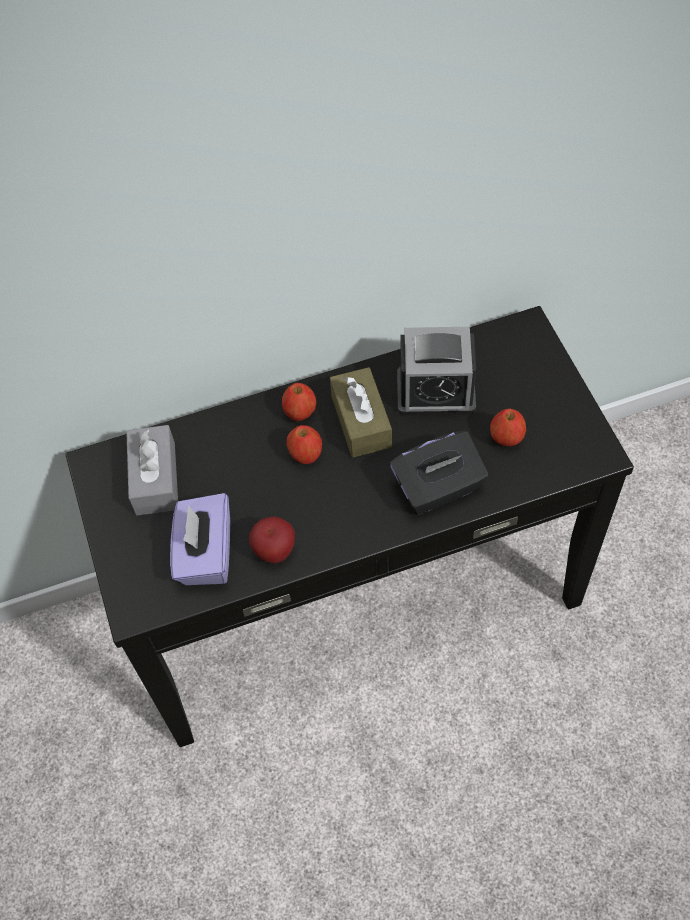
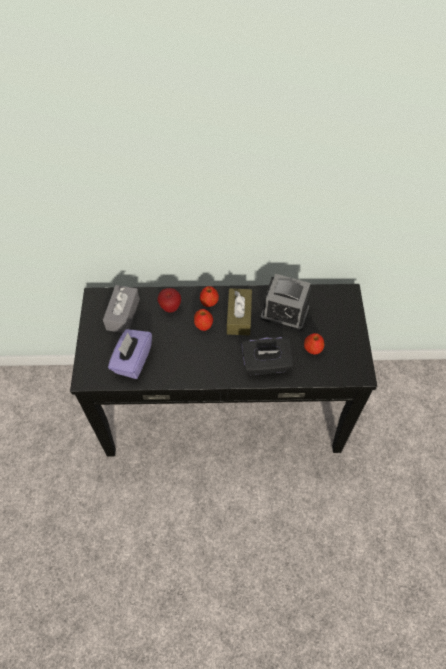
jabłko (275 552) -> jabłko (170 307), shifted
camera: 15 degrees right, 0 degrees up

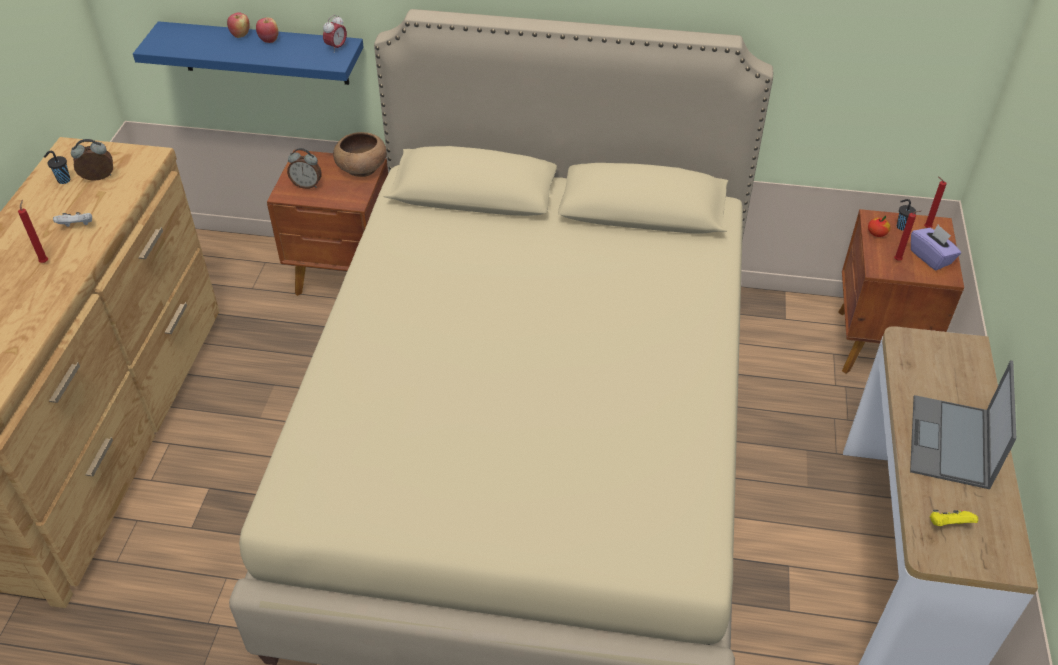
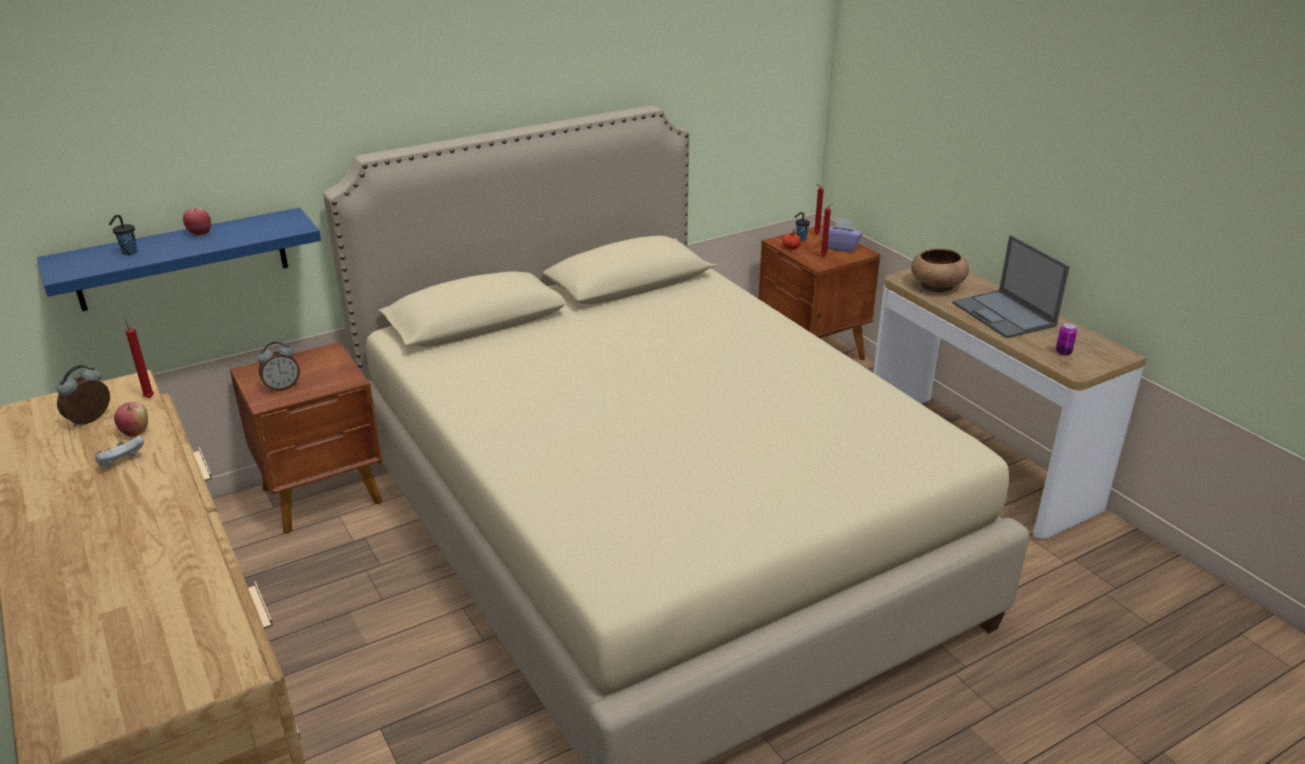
filiżanka/czarny (63 180) -> filiżanka/czarny (129 253), shifted
jabłko (240 35) -> jabłko (135 432), shifted
świeca/czerwony (45 261) -> świeca/czerwony (149 397), shifted
miska/brązowy (361 168) -> miska/brązowy (936 286), shifted
pad do gier/żółty (948 525) -> puszka (1063 352)
budzik (336 48) -> none
camera: 40 degrees left, 15 degrees down

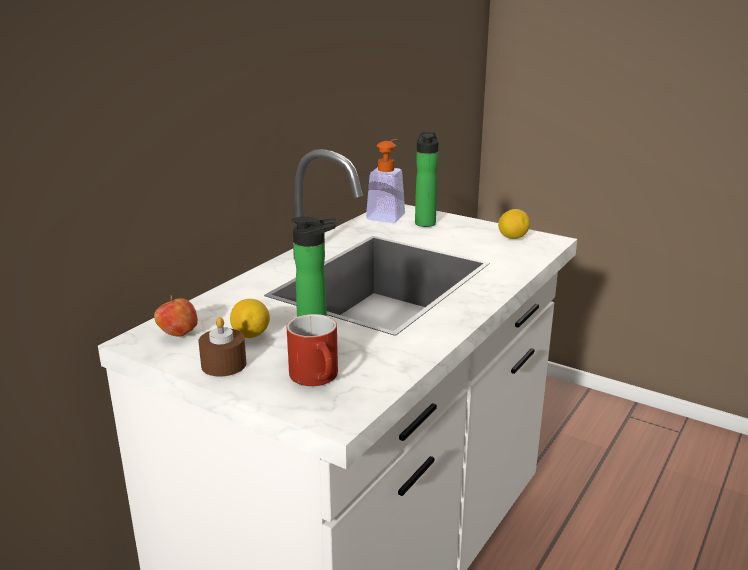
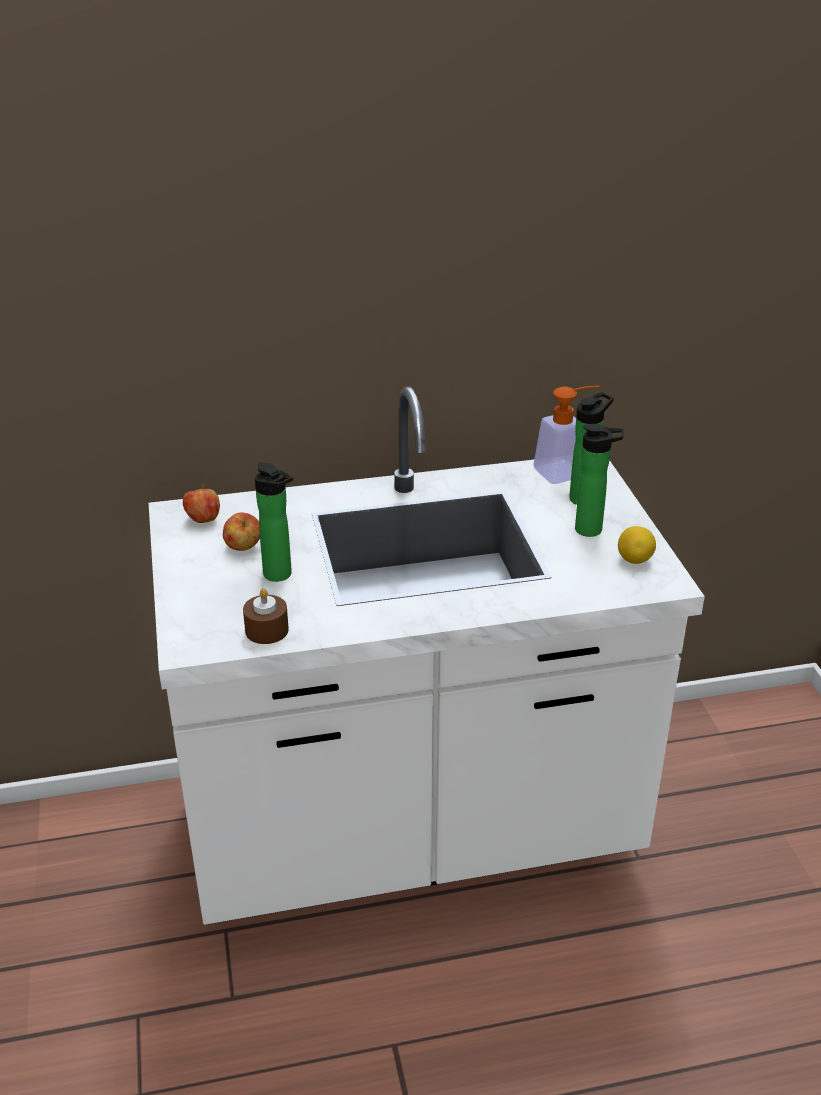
cytryna (251 335) -> jabłko (243 547)
świeca/brązowy (224 364) -> świeca/brązowy (266 630), shifted
none -> butelka (593 530)
kubek/czerwony (319 378) -> none
camera: 45 degrees right, 10 degrees up

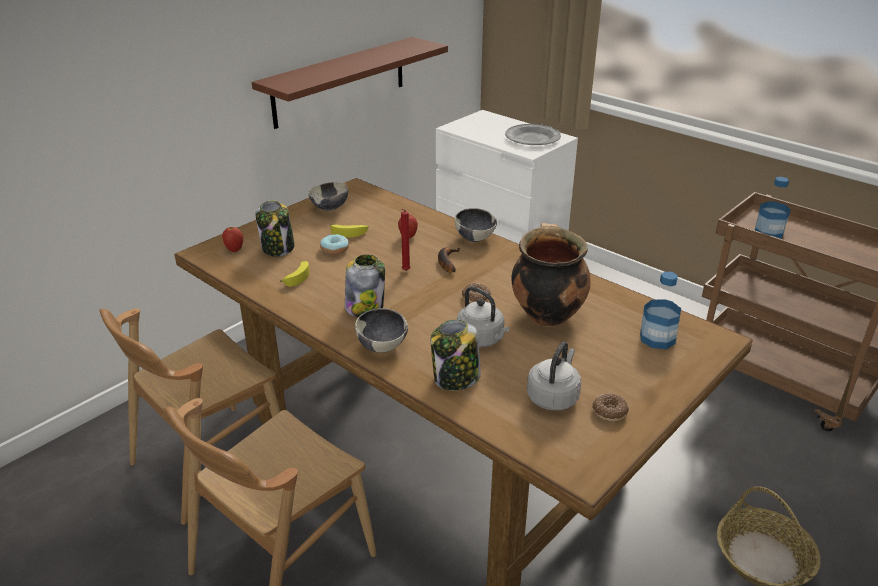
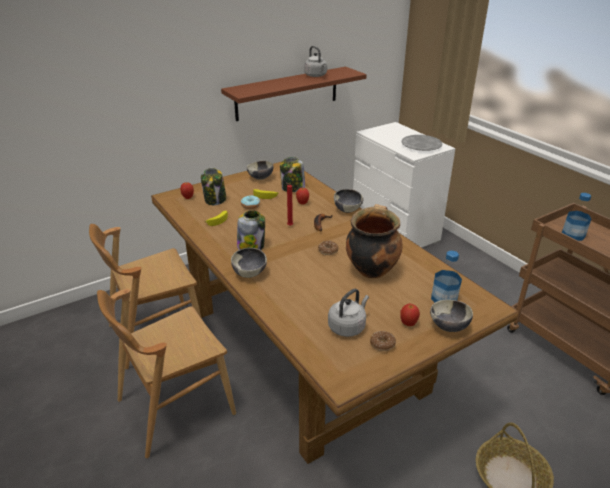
słoik (455 378) -> słoik (292 188), shifted
czajnik/szary (482 339) -> czajnik/szary (316 76), shifted
none -> jabłko (408 324)
none -> miska (448 327)
camera: 15 degrees right, 0 degrees up

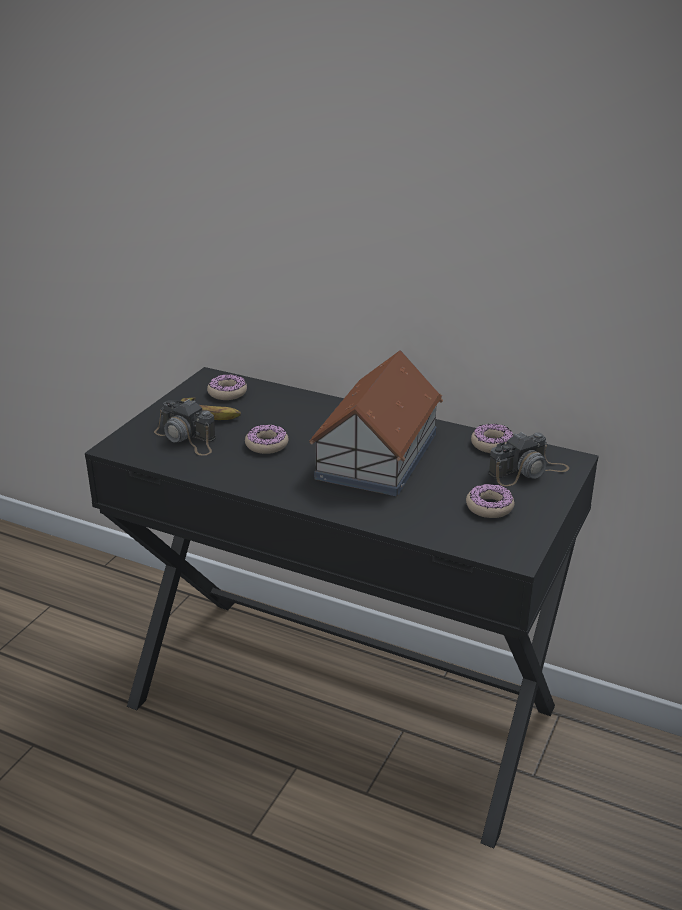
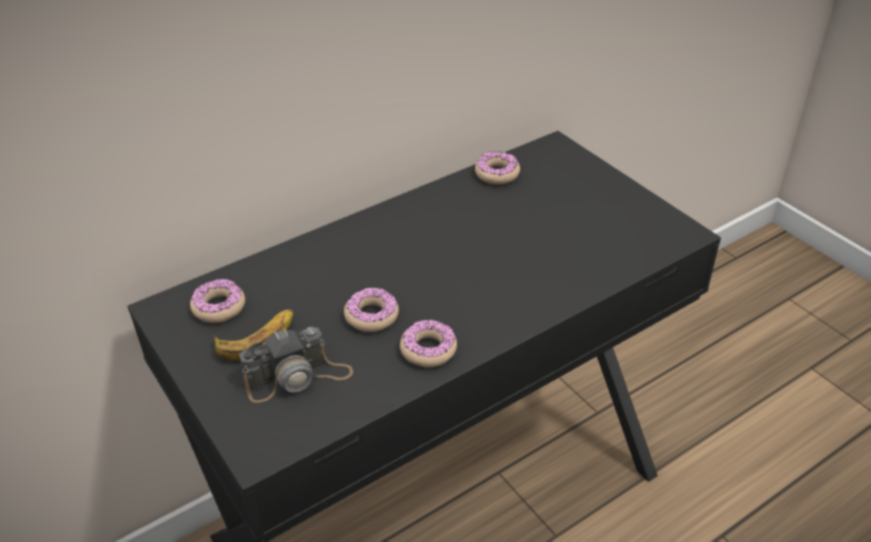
donut (489 507) -> donut (428 349), shifted
domek (376 456) -> none
aparat fotograficzny (528 471) -> none
camera: 60 degrees left, 10 degrees up

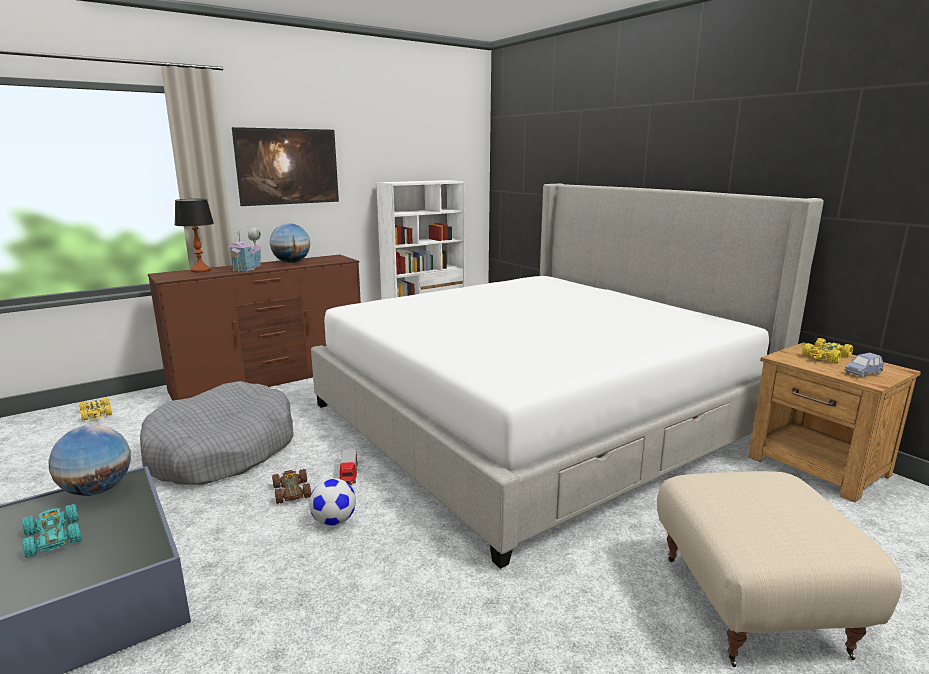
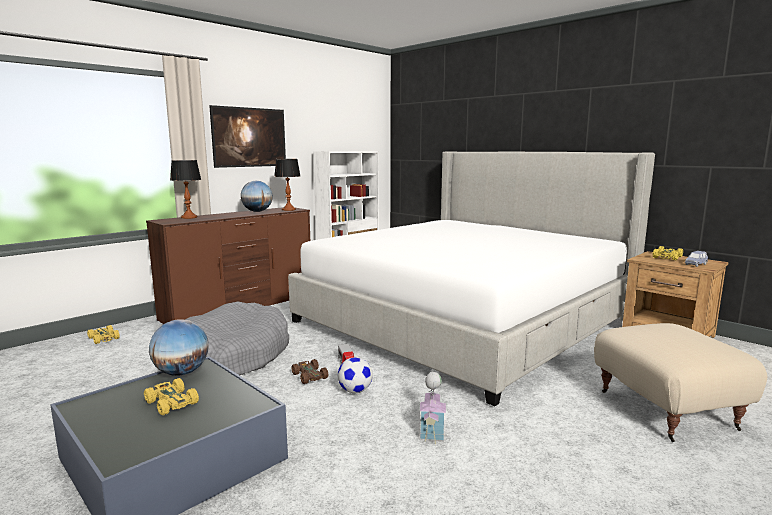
samochodzik/turkusowy (53 537) -> samochodzik/żółty (171 402)
none -> lampa stołowa (289 209)
domek (248 268) -> domek (432 429), shifted
camera: 10 degrees left, 5 degrees down

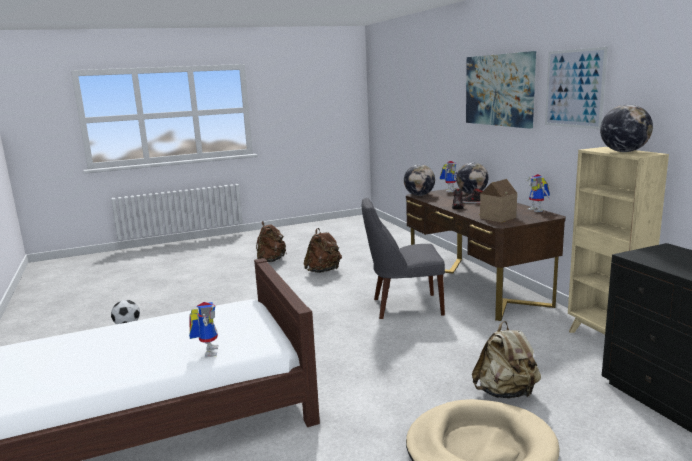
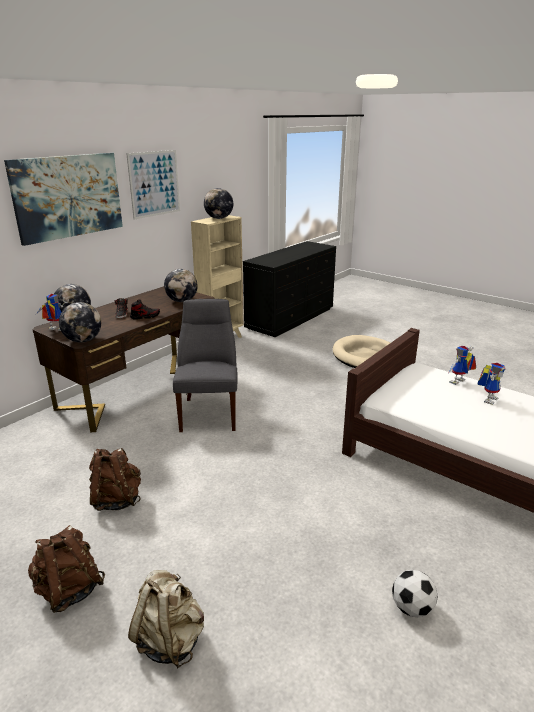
plecak/beżowy (505 393) -> plecak/beżowy (170 640), shifted
domek (496 217) -> globus (182 301)
krzesło/szary (403 306) -> krzesło/szary (209 412), 150 degrees counterclockwise
robot zabawkowy (538 210) -> robot zabawkowy (488 398), shifted
camera: 120 degrees left, 10 degrees up

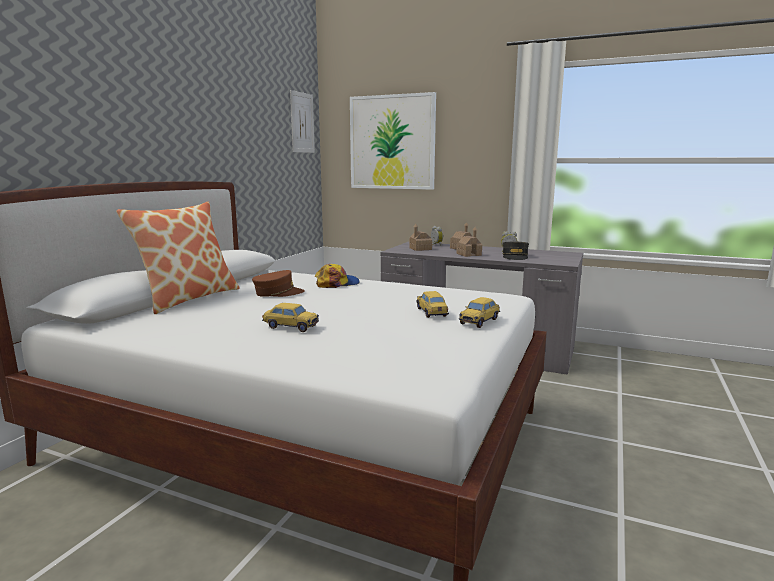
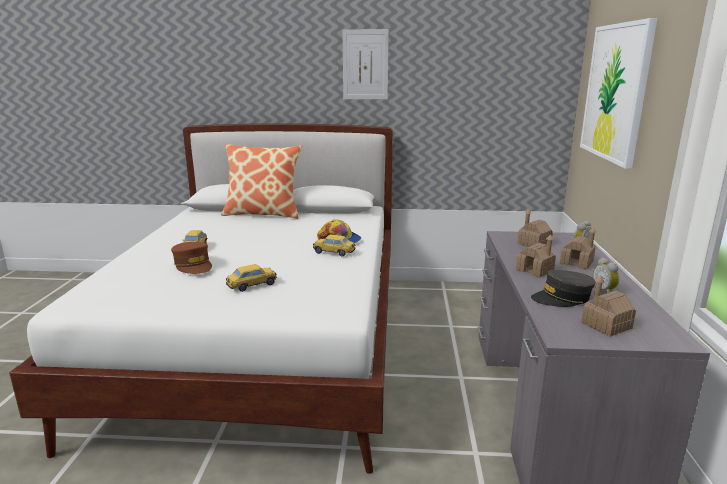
czapka z daszkiem/brązowy (278 293) -> czapka z daszkiem/brązowy (193 265), shifted
samochodzik (479 321) -> samochodzik (334 252), shifted
obraz (302 123) -> obraz (365 65), shifted
none -> domek (606 325)
camera: 70 degrees right, 5 degrees up

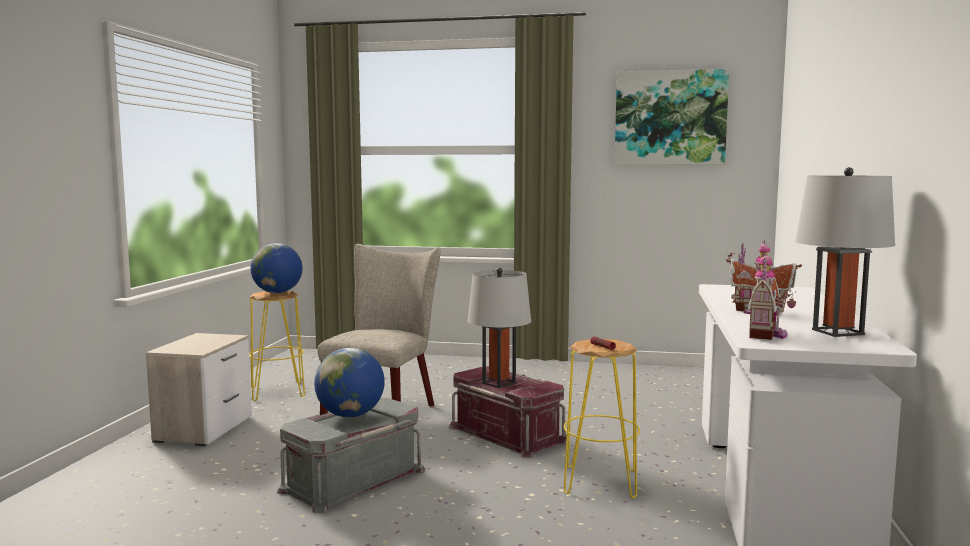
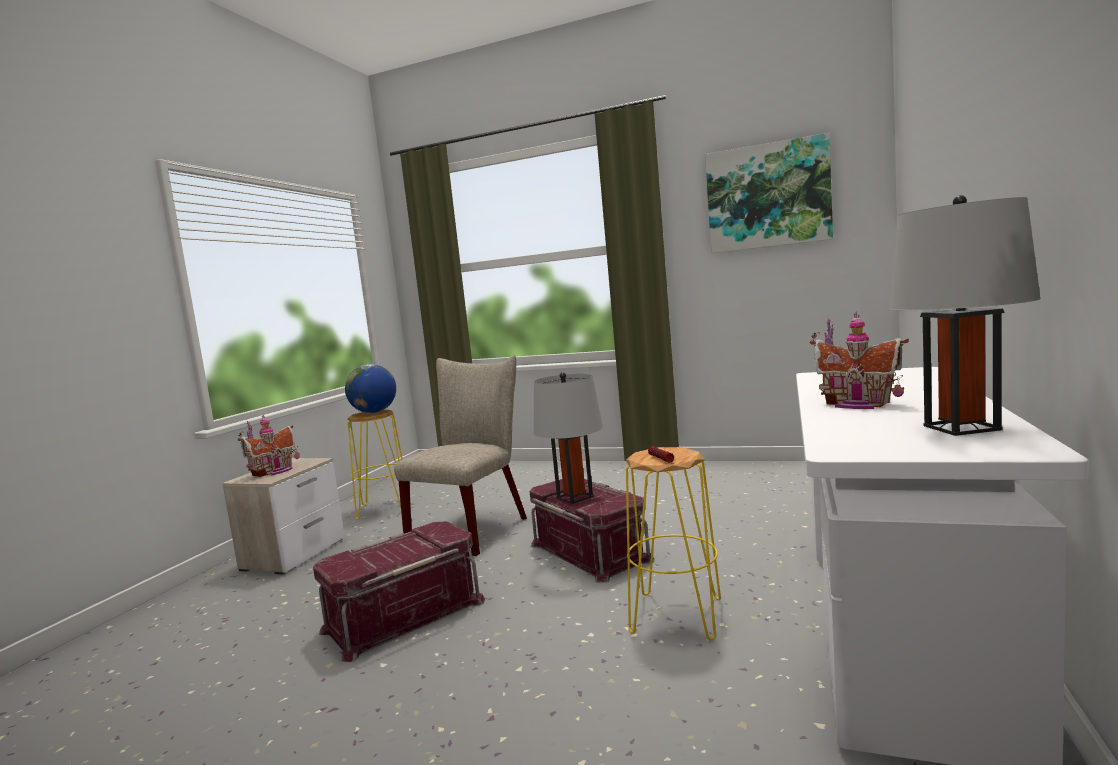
domek (767 334) -> domek (275 471), shifted
pojemnik do przechowywania/szary (352 479) -> pojemnik do przechowywania/czerwony (403 615)
globus (350 415) -> none
camera: 10 degrees right, 0 degrees up

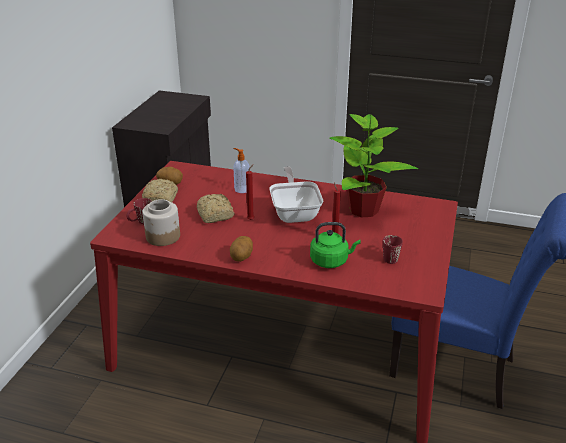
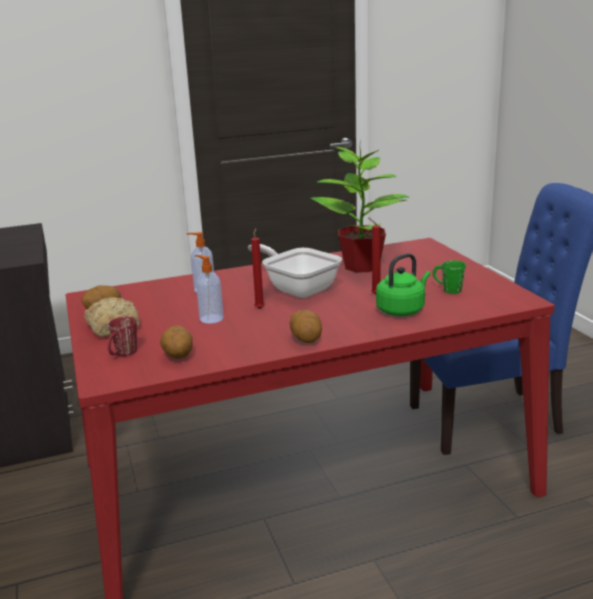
słoik (163 236) -> ziemniak (178 356)
chleb (215 215) -> dozownik mydła (210 318)
kubek/czerwony (388 257) -> kubek/zielony (447 289)
camera: 35 degrees left, 10 degrees down

